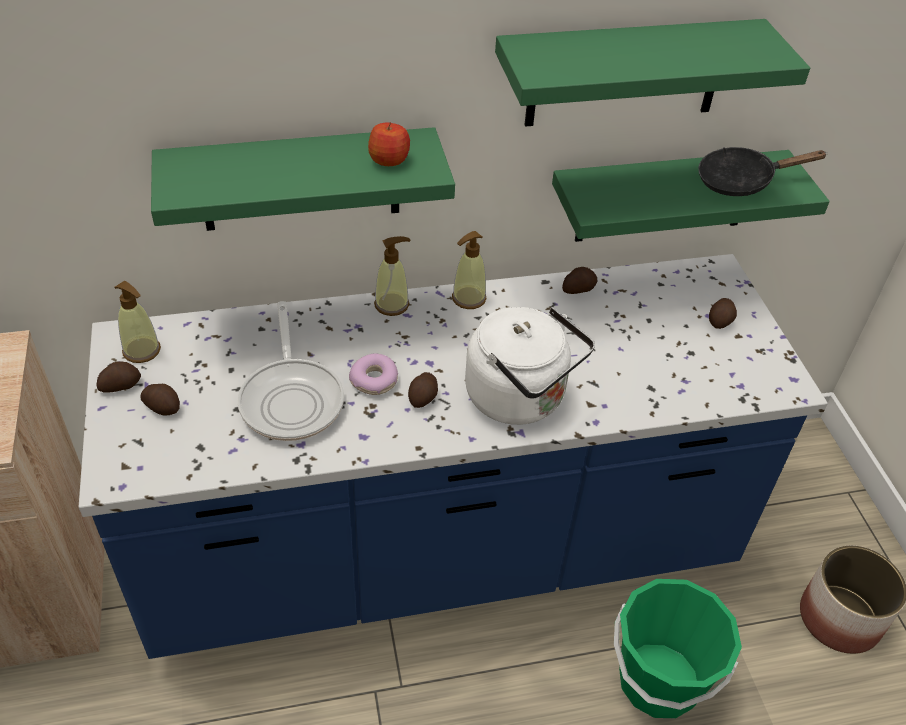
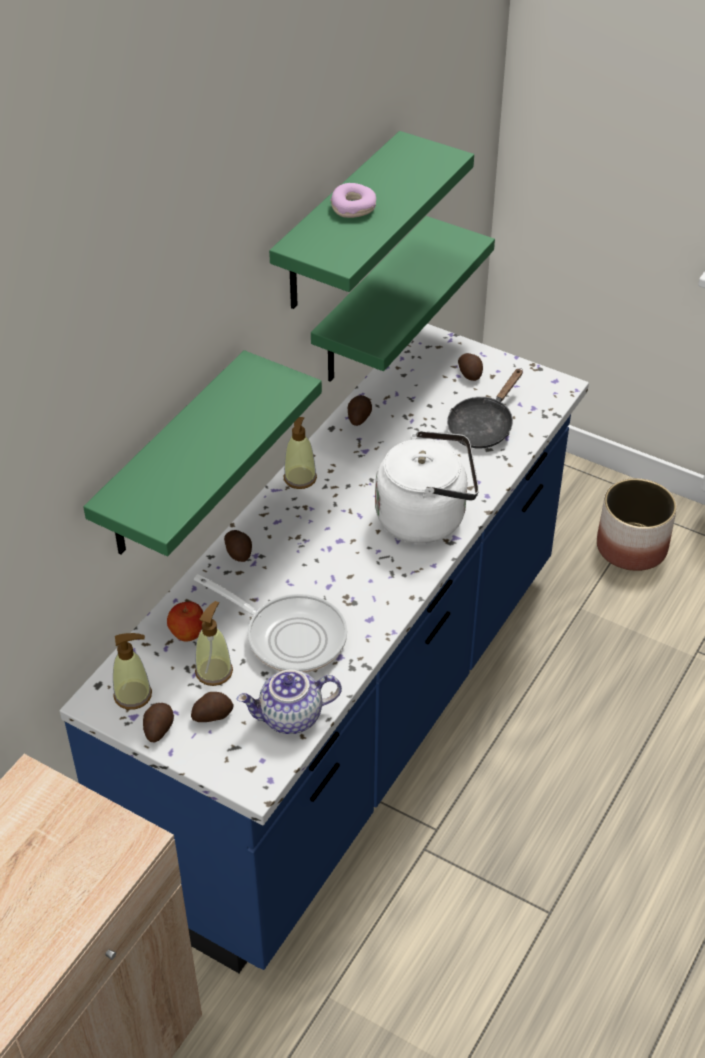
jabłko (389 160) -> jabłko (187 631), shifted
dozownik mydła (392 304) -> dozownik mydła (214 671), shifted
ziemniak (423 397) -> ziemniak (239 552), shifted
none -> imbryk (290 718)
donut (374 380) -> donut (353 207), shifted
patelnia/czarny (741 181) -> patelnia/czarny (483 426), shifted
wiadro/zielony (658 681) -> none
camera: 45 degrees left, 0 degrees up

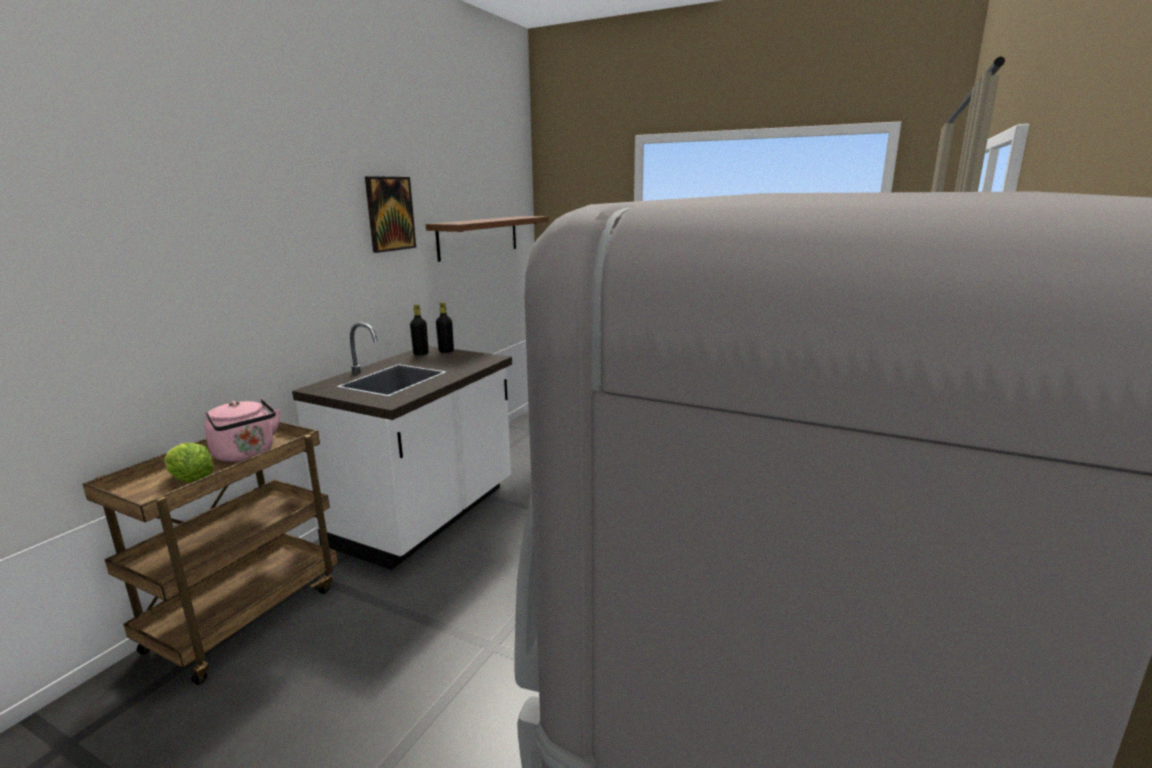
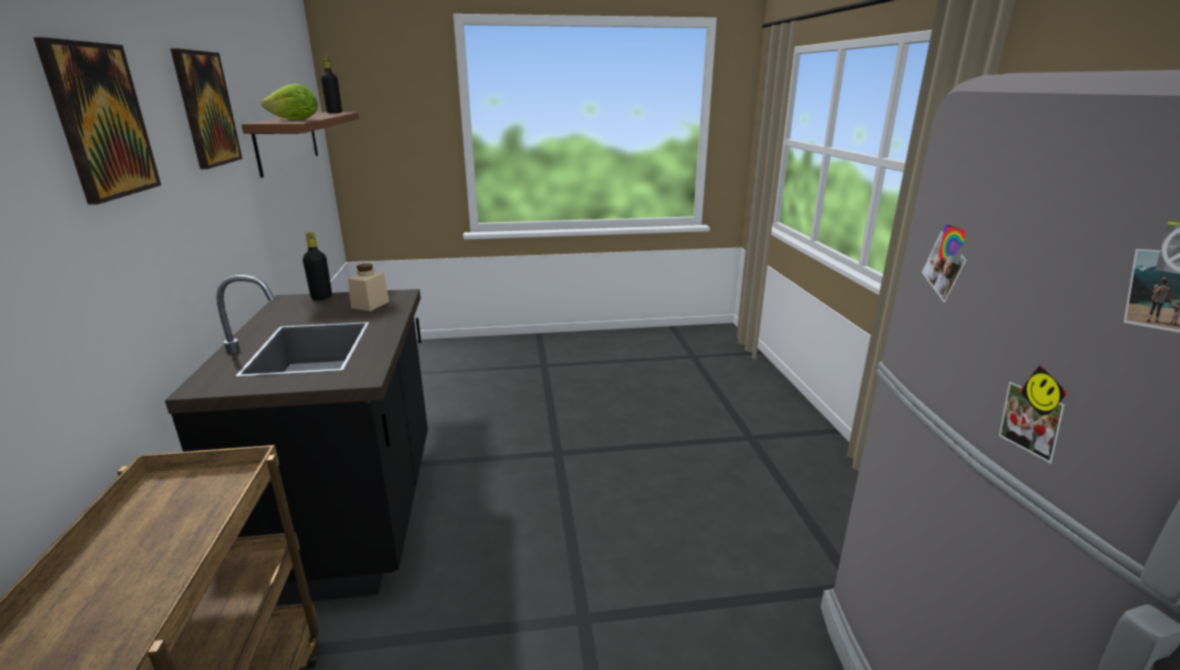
none -> obraz (100 121)
zabudowa kuchenna/biały (425 516) -> zabudowa kuchenna/czarny (354 513)
sałata (190 480) -> sałata (295 120), shifted
butelka/czarny (421 354) -> butelka/czarny (334 112), shifted
none -> słoik/beżowy (370 304)
czajnik/różowy (246 454) -> none
camera: 35 degrees left, 5 degrees up

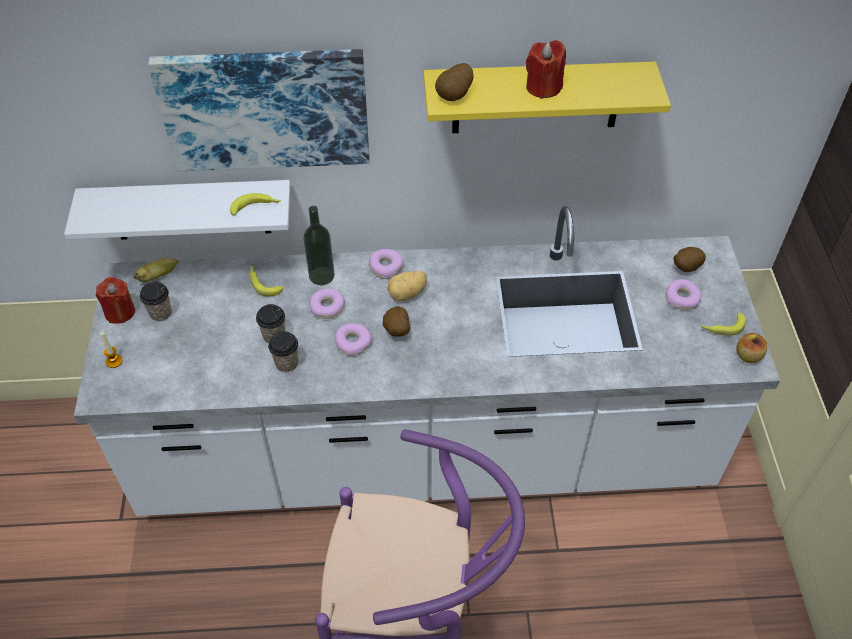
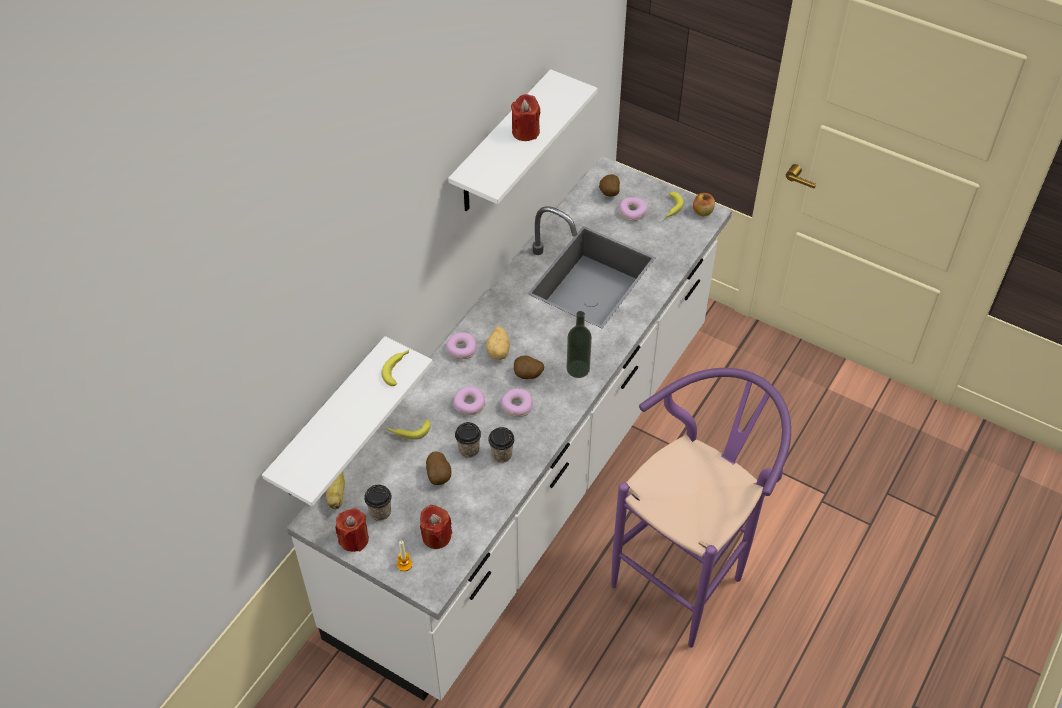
none -> świeca/czerwony (436 536)
ziemniak (455 96) -> ziemniak (439 476), shifted
półka/żółty (536 97) -> półka/biały (501 145)
butelka (321 276) -> butelka (578 369), shifted
obraz (266 108) -> none
camera: 55 degrees left, 0 degrees up

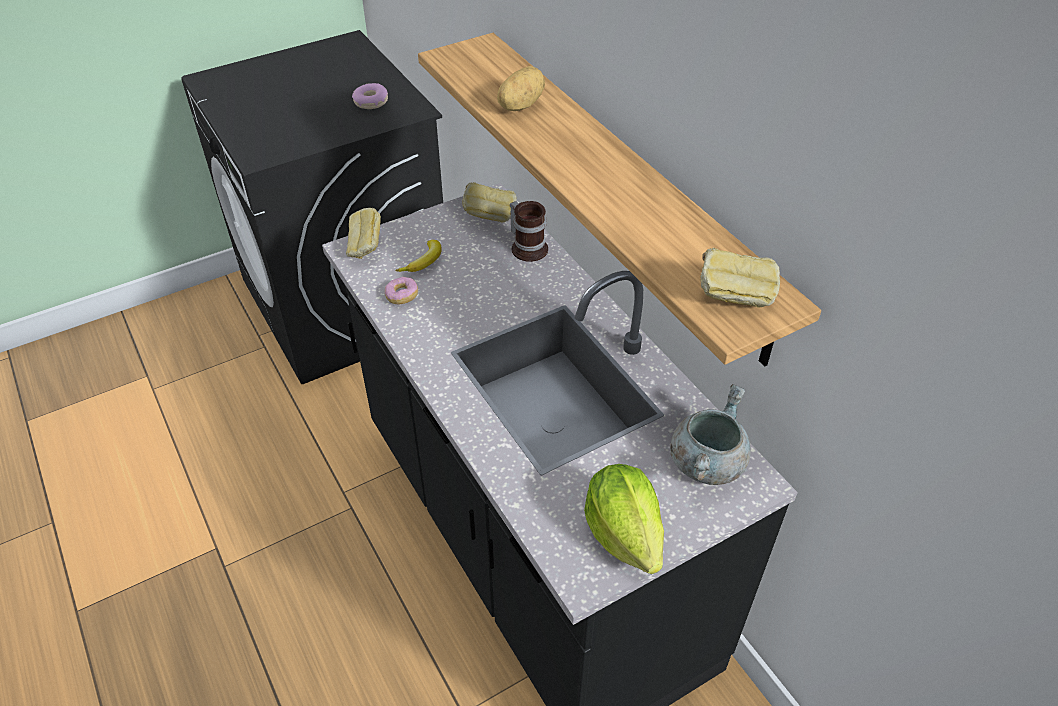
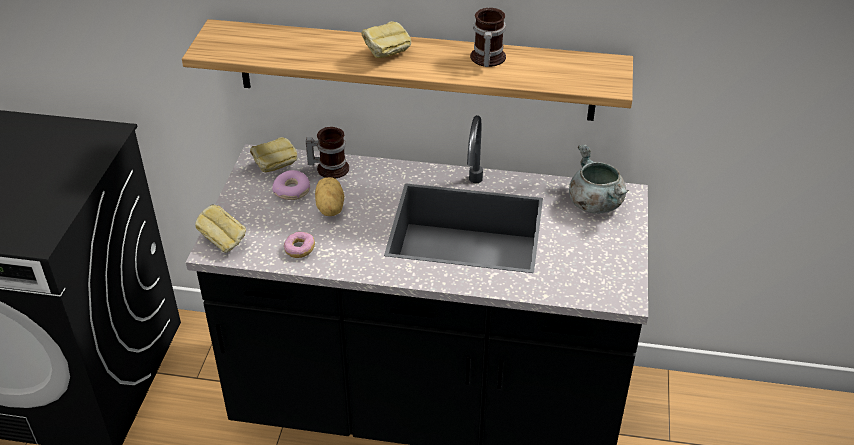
donut (371 102) -> donut (292 191), shifted
ziemniak (519 105) -> ziemniak (329 208), shifted
chleb (734 298) -> chleb (386 55), shifted
none -> kubek (486 59)
banan (424 262) -> none
sałata (624 533) -> none
camera: 50 degrees left, 5 degrees down

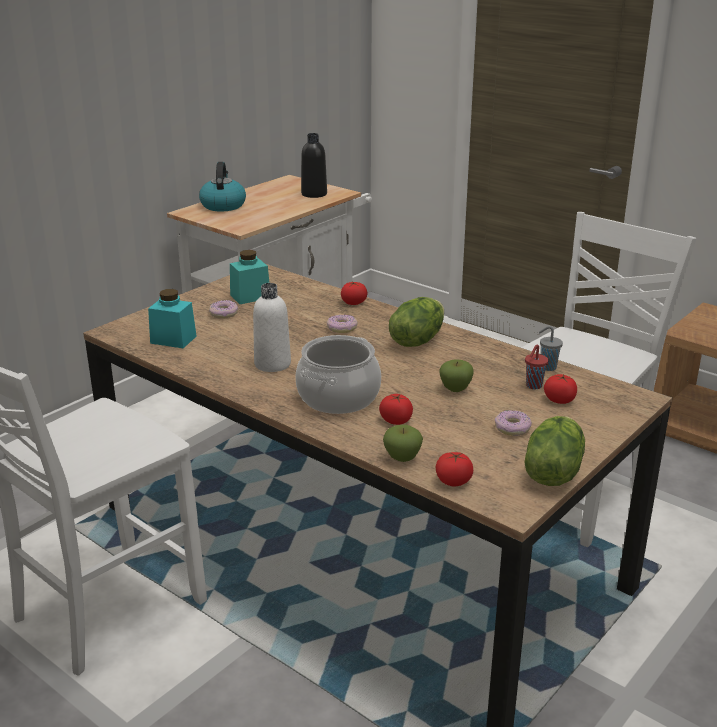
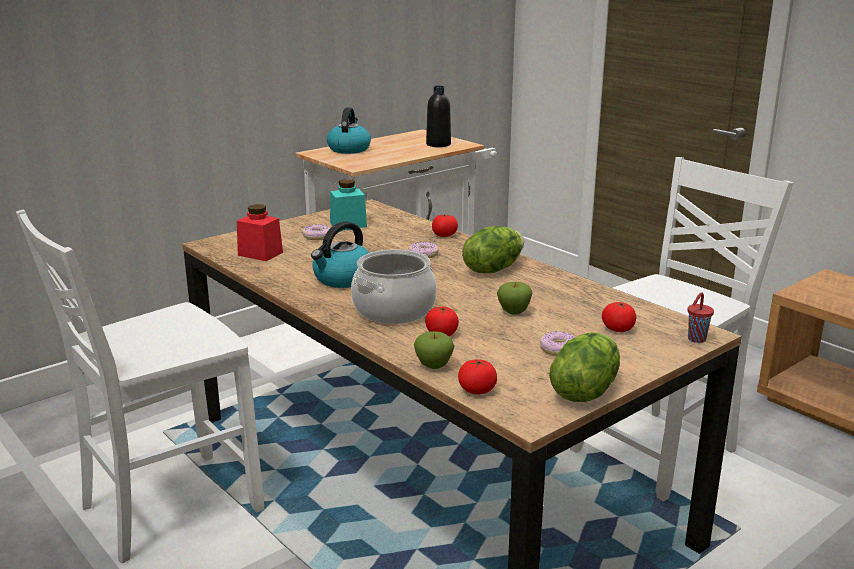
słoik/turkusowy (173 339) -> słoik/czerwony (260 254)
butelka/biały (272 364) -> czajnik (343 279)
filiżanka/czerwony (533 386) -> filiżanka/czerwony (696 339), shifted
filiżanka/szary (547 367) -> none
camera: 10 degrees right, 5 degrees down

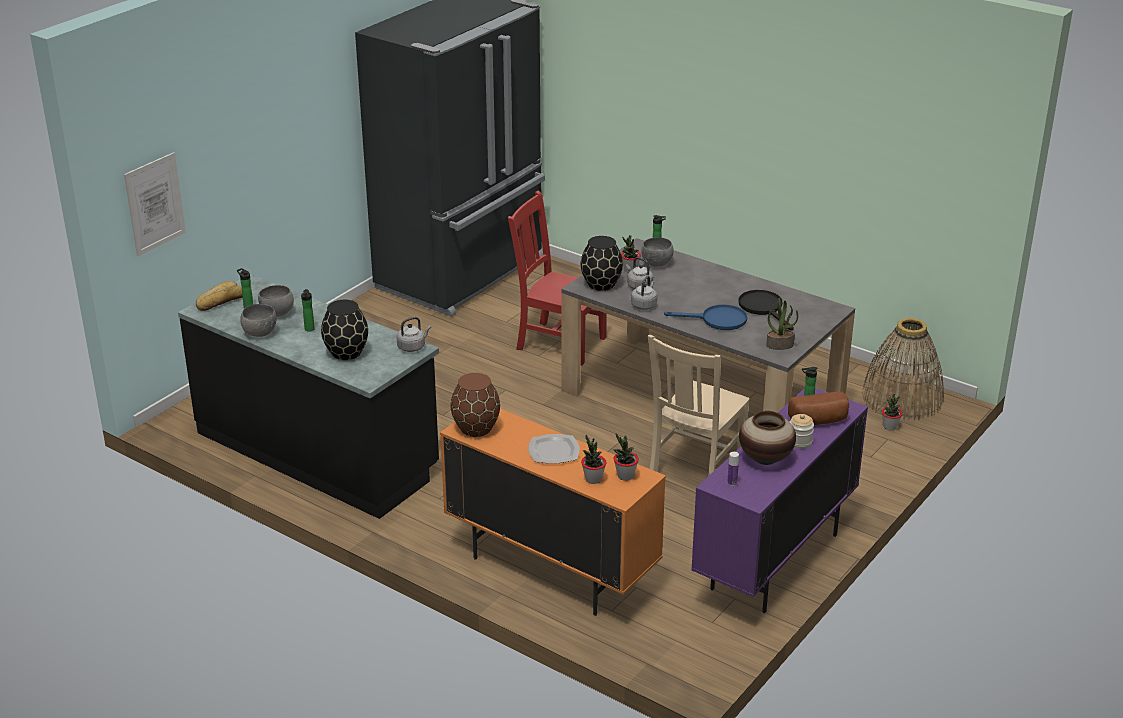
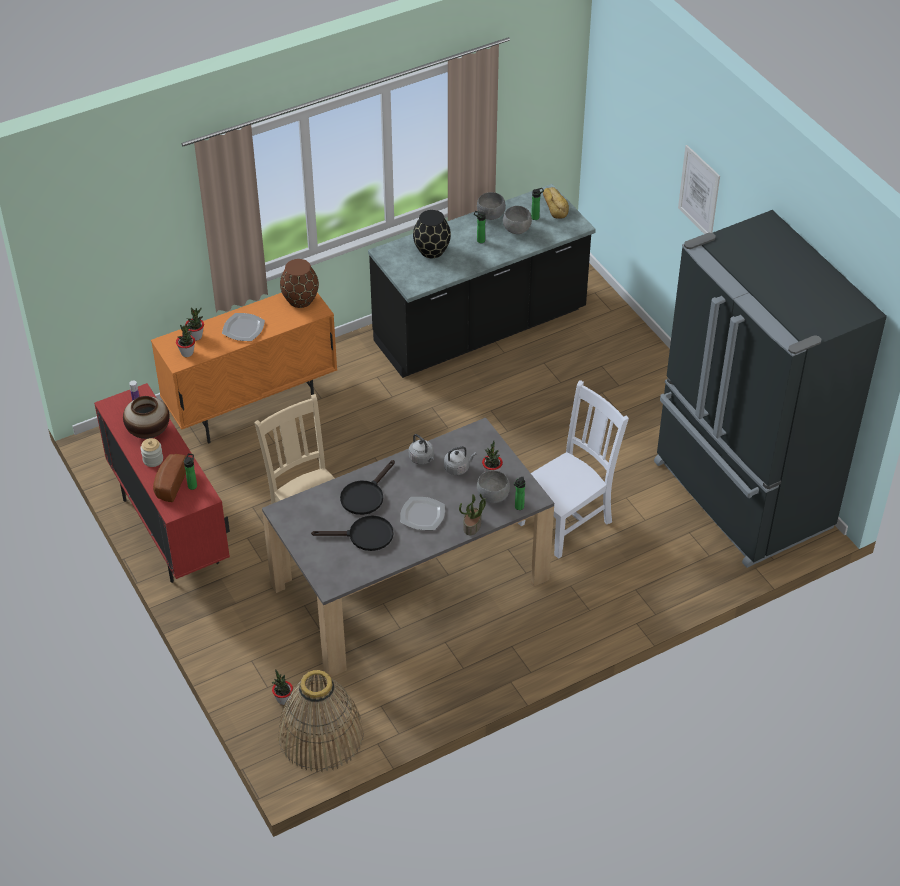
szafka/fioletowy (774 562) -> szafka/czerwony (170 531)
patelnia/niebieski (717 320) -> patelnia/czarny (365 495)
none -> talerz (423 515)
roślina doniczkowa (780 345) -> roślina doniczkowa (472 526), shifted
krzesło/czerwony (558 342) -> krzesło/biały (567 521)
obraz (155 204) -> obraz (699 192), shifted
czajnik/szary (412 347) -> none
wazon/czarny (600 284) -> none
camera: 115 degrees right, 15 degrees up

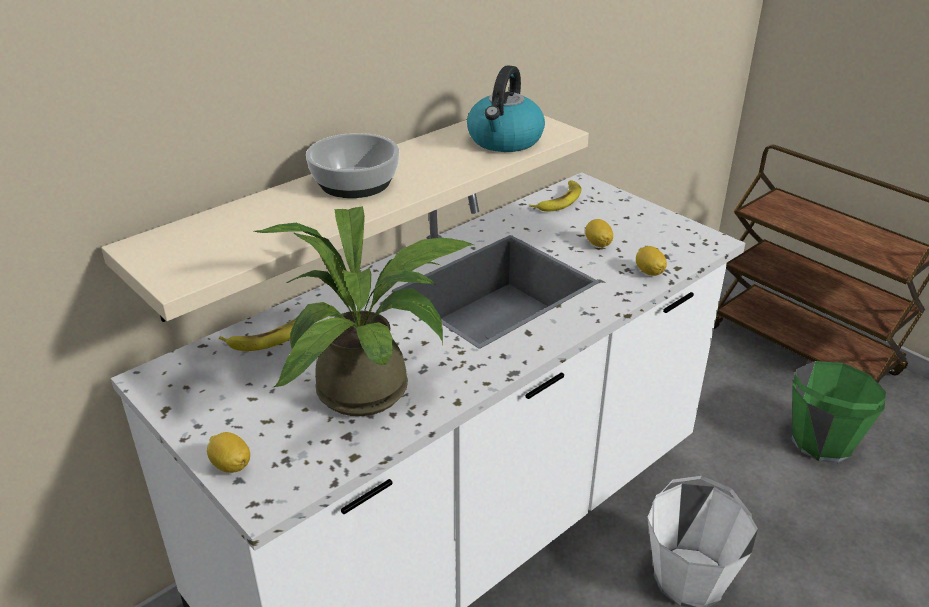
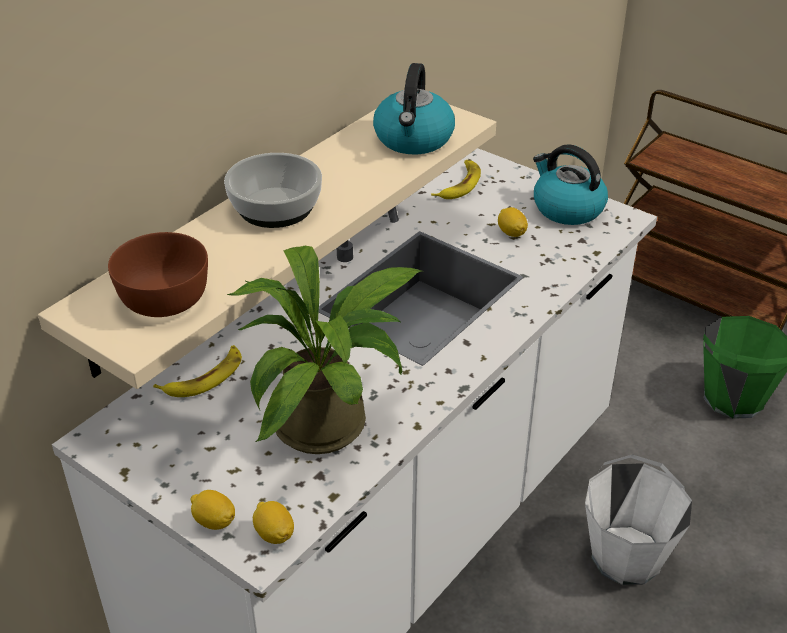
none -> miska/brązowy (166 298)
cytryna (649 272) -> cytryna (274 534), shifted
none -> czajnik (566 208)
camera: 10 degrees left, 5 degrees up

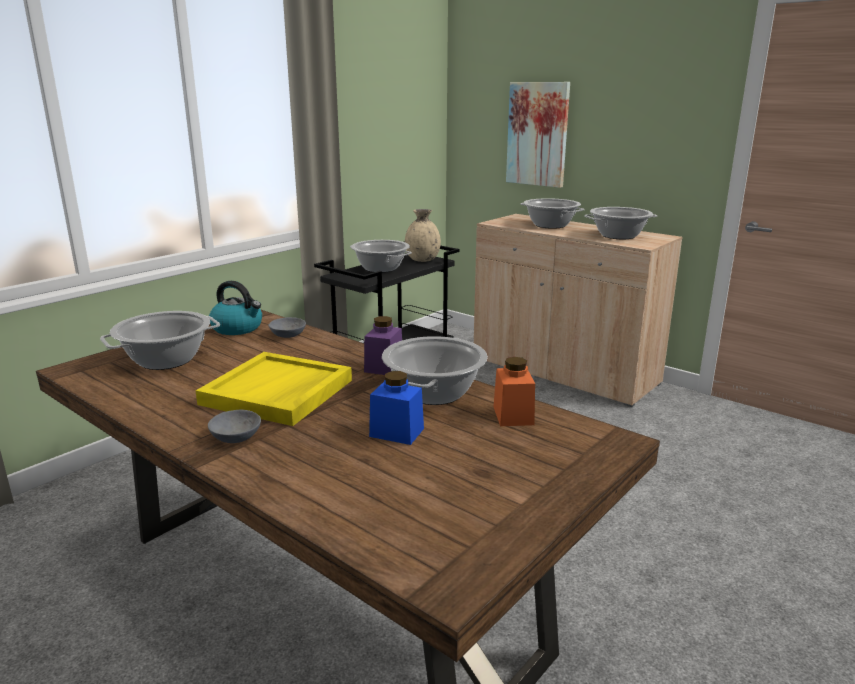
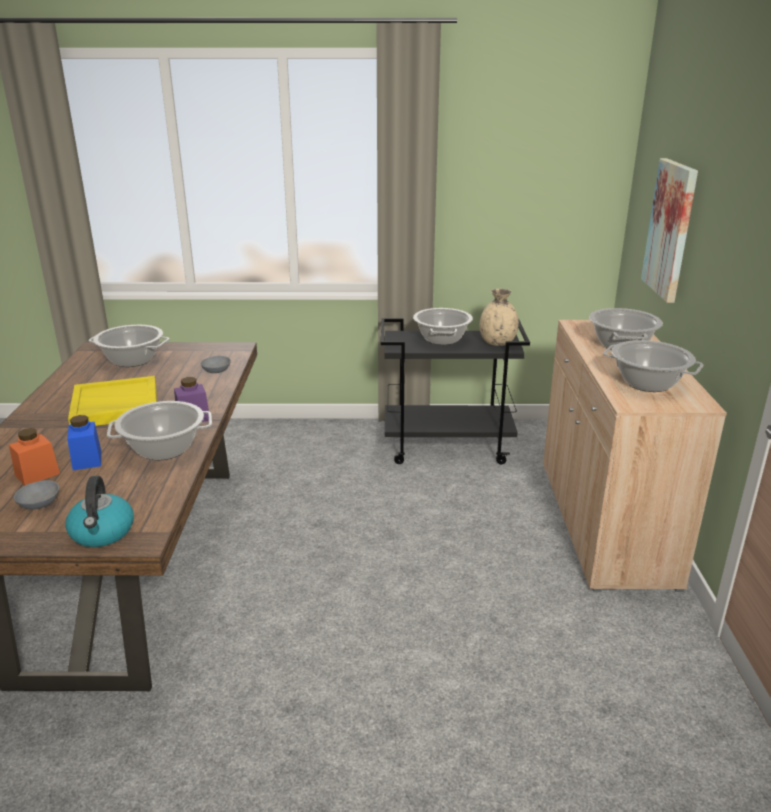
słoik/pomarańczowy (513 415) -> słoik/pomarańczowy (37 474), shifted
miska/szary (234 436) -> miska/szary (38 502), shifted
czajnik (238 328) -> czajnik (102 533), shifted
camera: 50 degrees right, 5 degrees up

